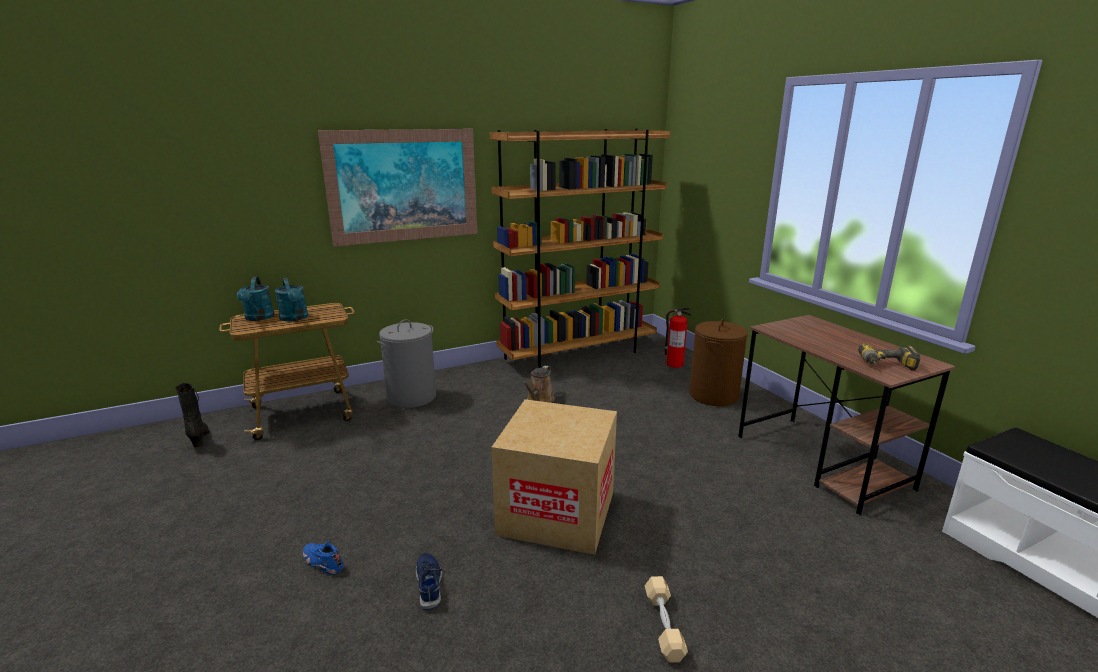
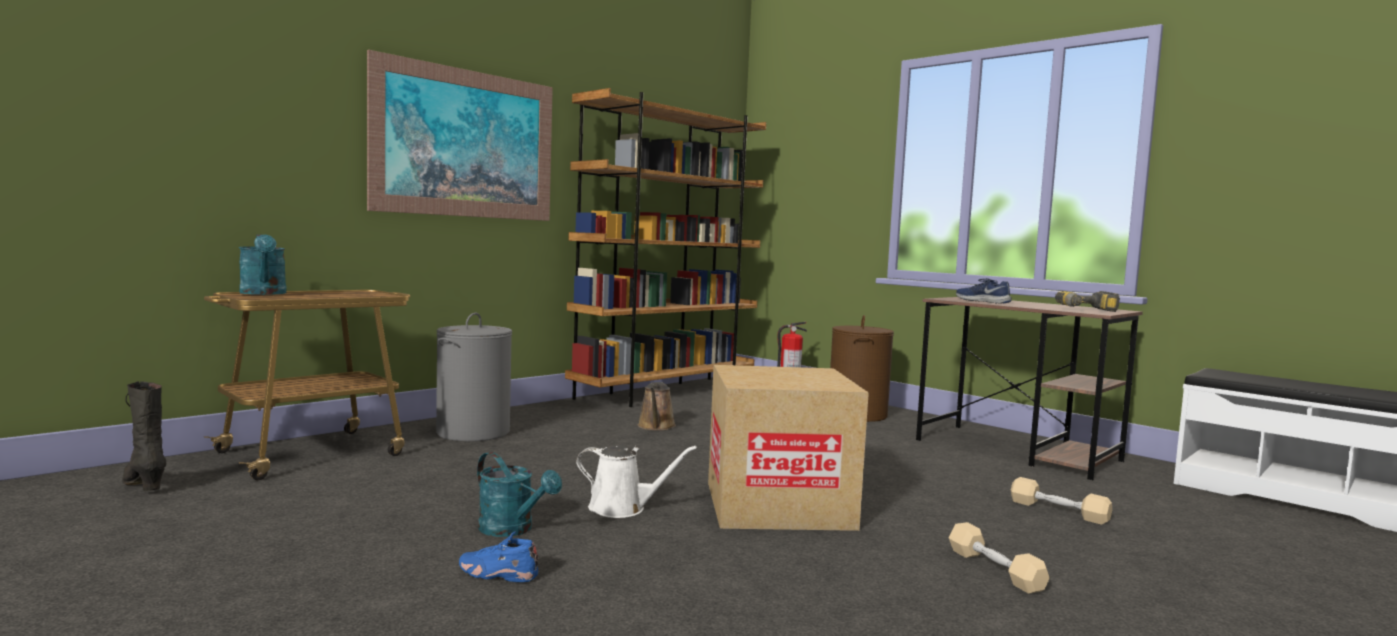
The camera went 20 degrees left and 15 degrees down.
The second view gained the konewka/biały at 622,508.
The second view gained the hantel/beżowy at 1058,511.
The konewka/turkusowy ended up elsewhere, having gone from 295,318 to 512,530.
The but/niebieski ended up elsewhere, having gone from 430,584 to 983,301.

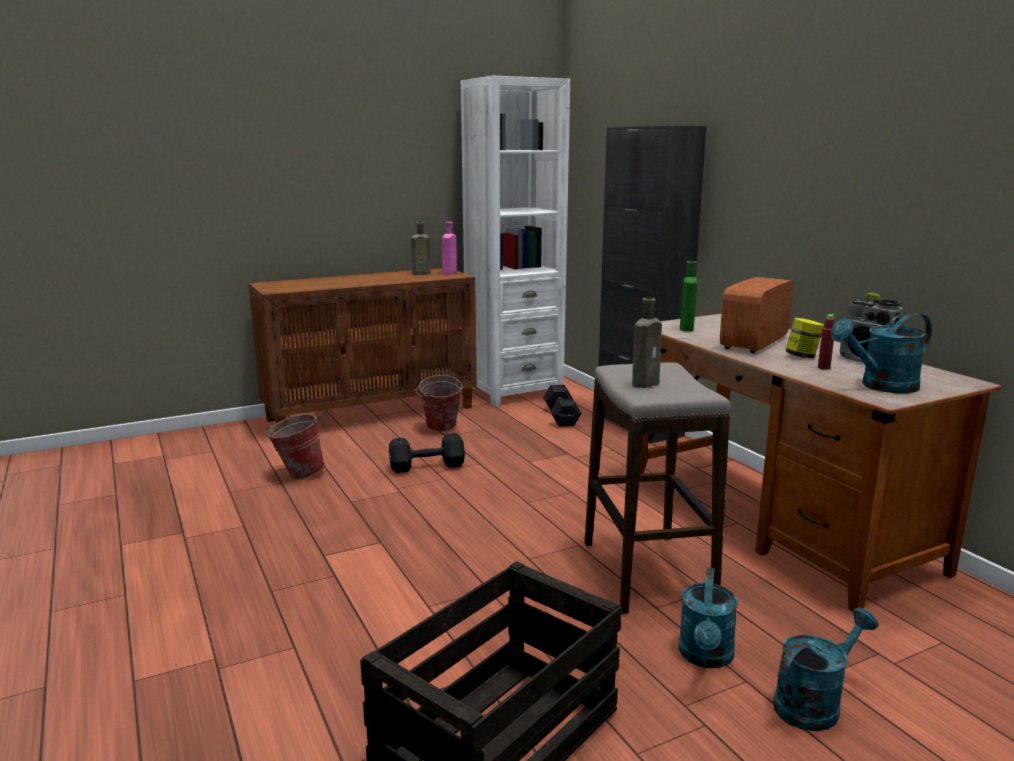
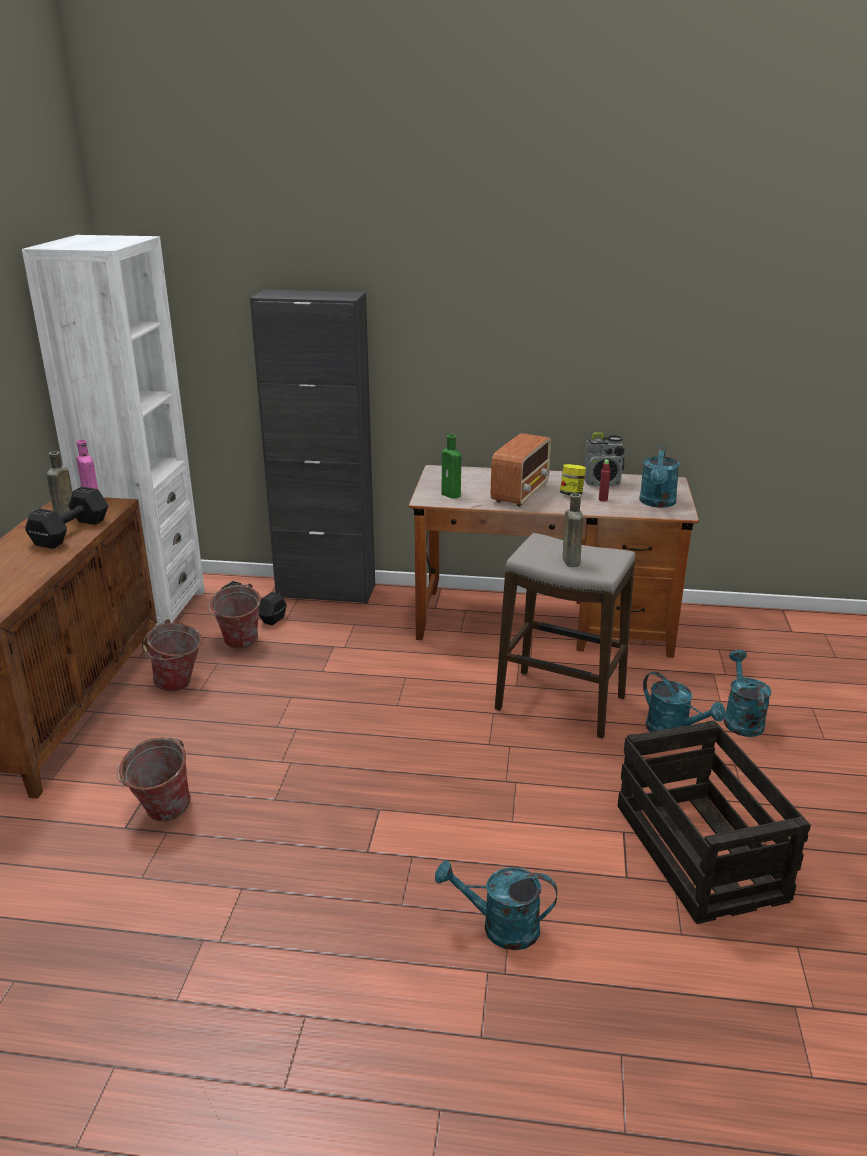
The camera went 55 degrees left and 10 degrees up.
The second view gained the wiadro at 238,645.
The second view gained the konewka/turkusowy at 500,927.
The hantel/czarny ended up elsewhere, having gone from 425,466 to 69,533.
The radio at 753,343 ended up facing another way, 135 degrees counterclockwise from before.

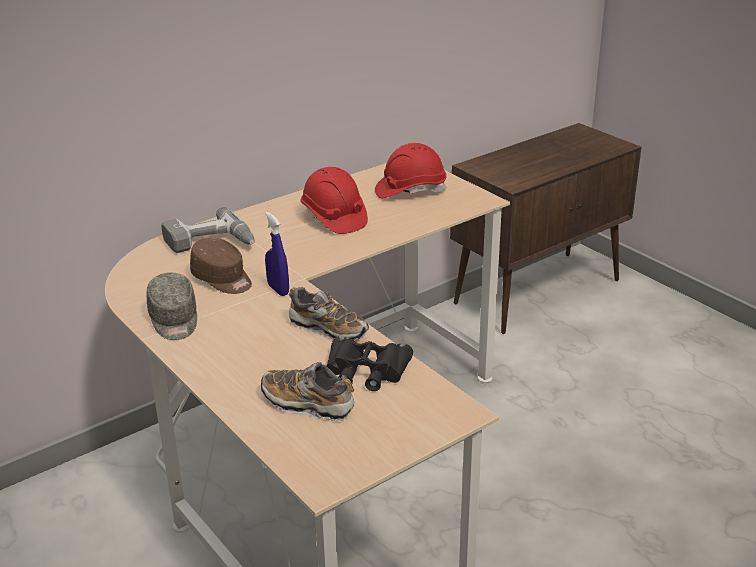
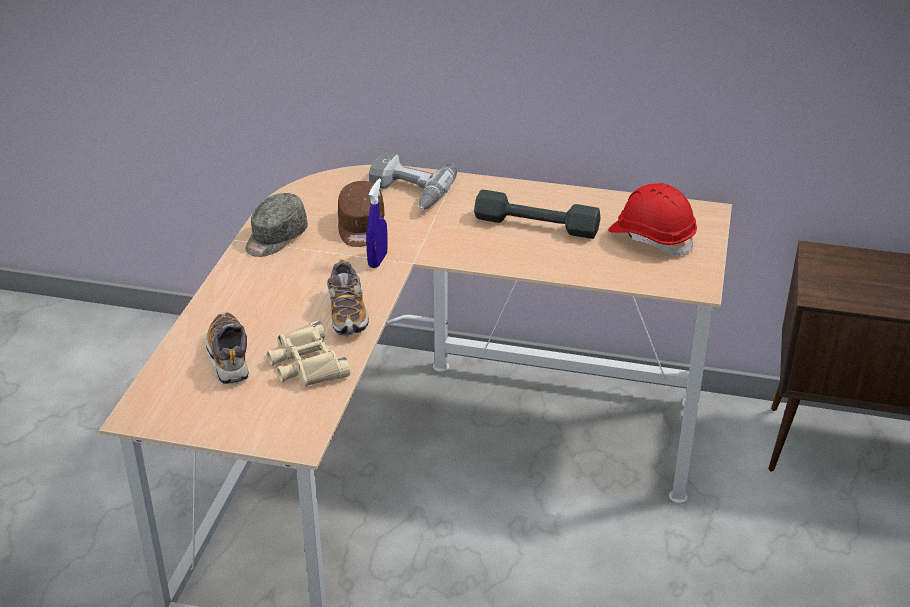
The camera went 50 degrees right and 5 degrees up.
Where the kask/czerwony stood at 333,218, the hantel/szary came to stand at 536,225.
What was the lornetka/czarny at 366,371 turned into the lornetka/beżowy at 306,364.

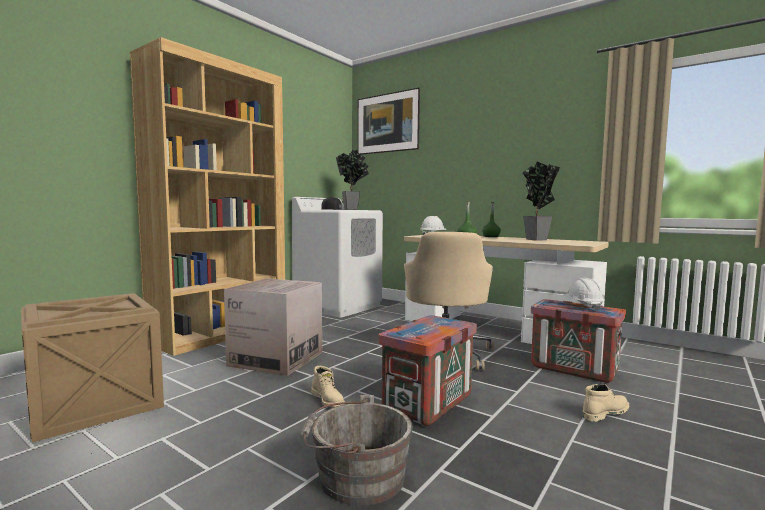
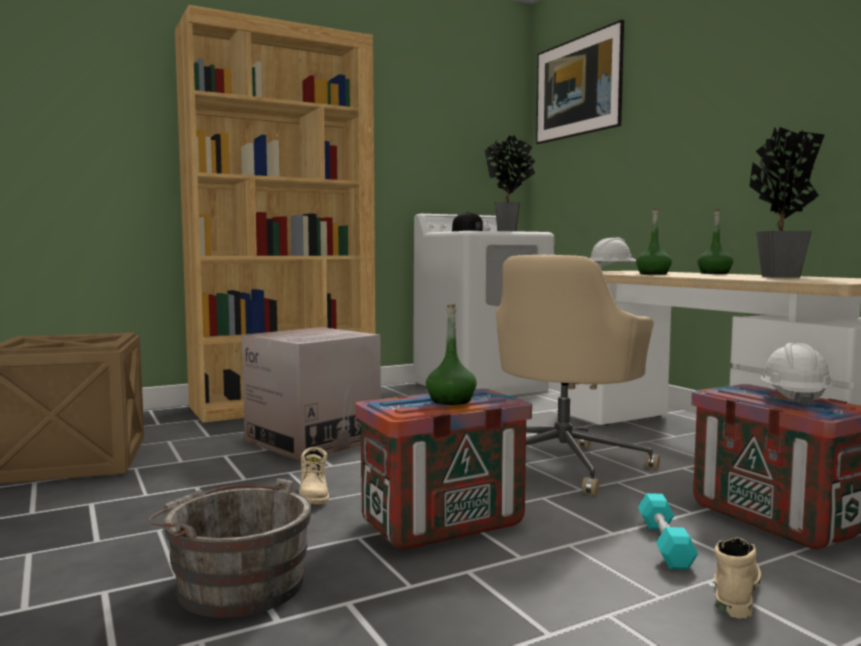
The camera went 25 degrees right and 0 degrees up.
The second view gained the butelka/zielony at 450,401.
The second view gained the hantel/turkusowy at 665,544.
The but z cholewką/beżowy at 604,413 ended up facing another way, 60 degrees counterclockwise from before.

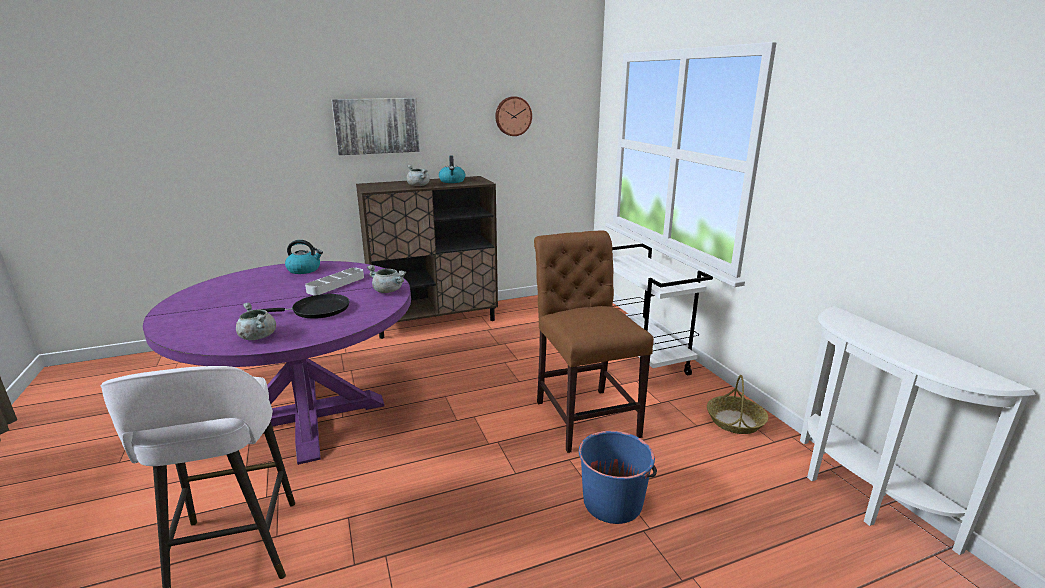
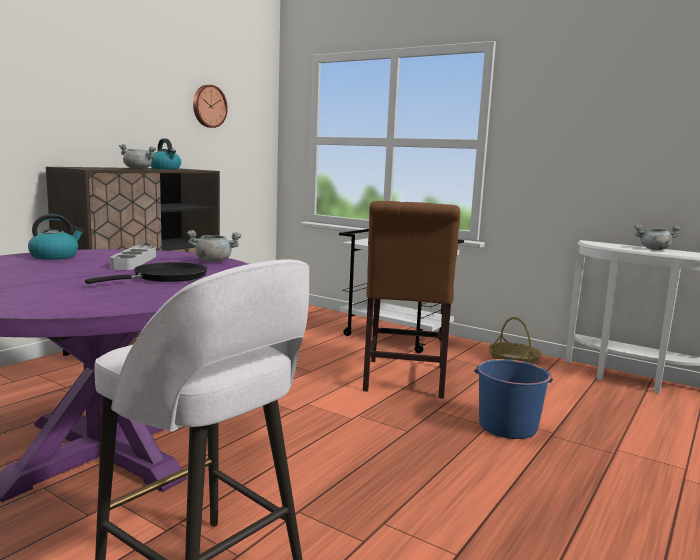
The camera went 35 degrees left and 10 degrees down.
The second view lost the obraz at 376,126.
The garnek/szary ended up elsewhere, having gone from 257,336 to 654,249.
The krzesło/brązowy at 584,415 ended up facing another way, 120 degrees counterclockwise from before.

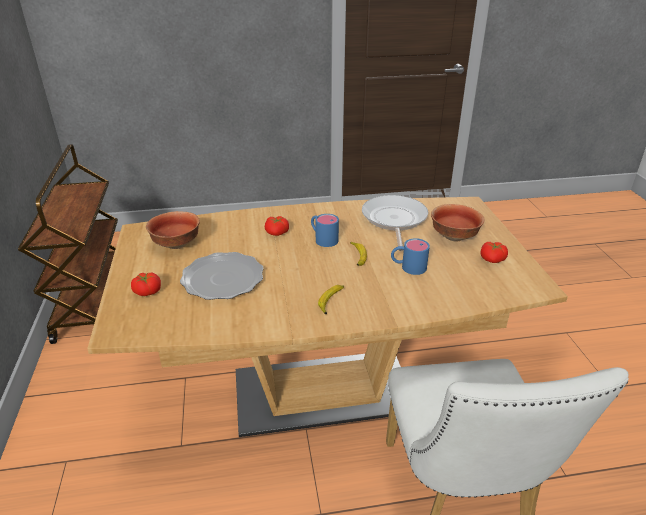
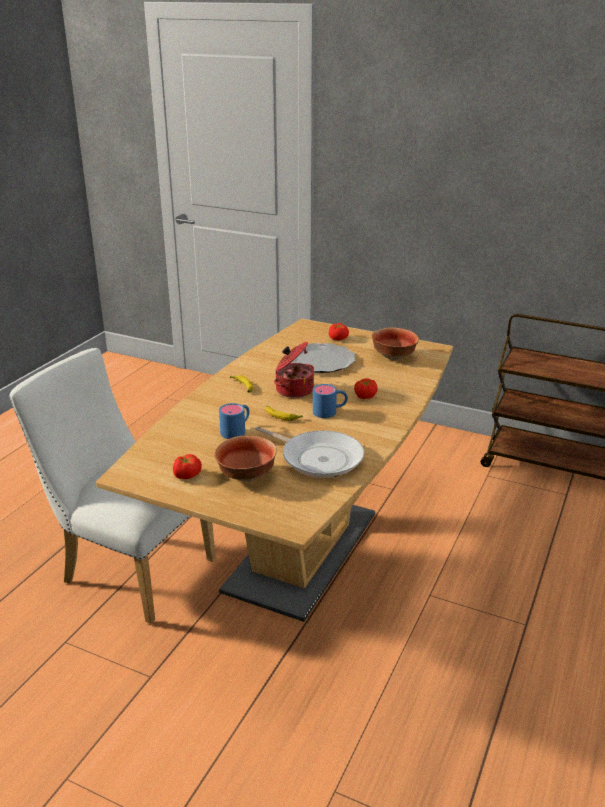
The camera went 125 degrees right and 5 degrees down.
The second view gained the garnek at 293,389.

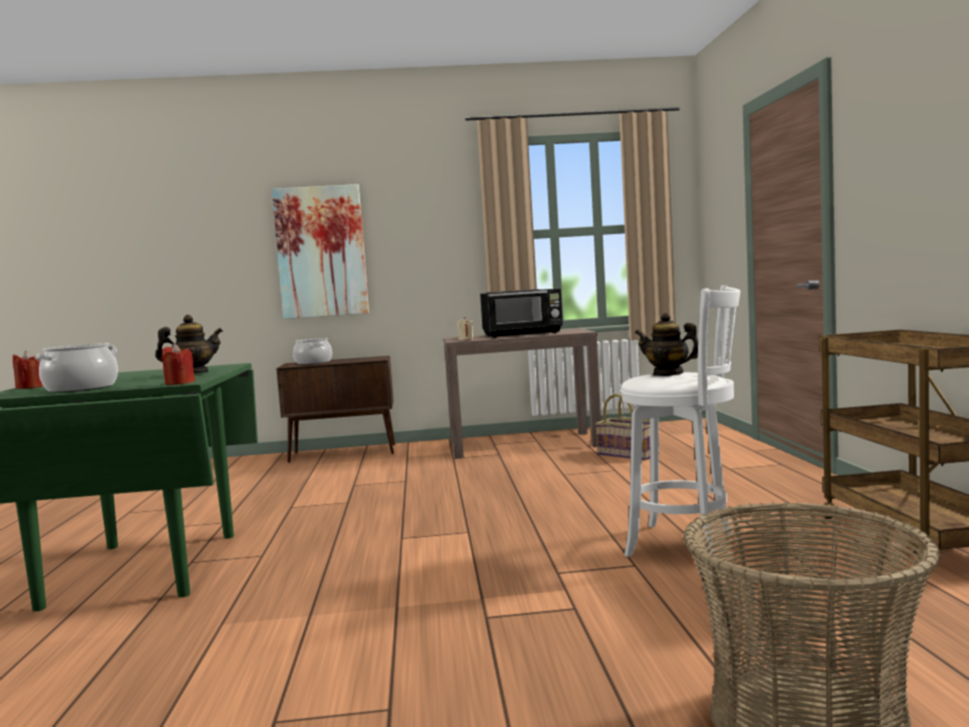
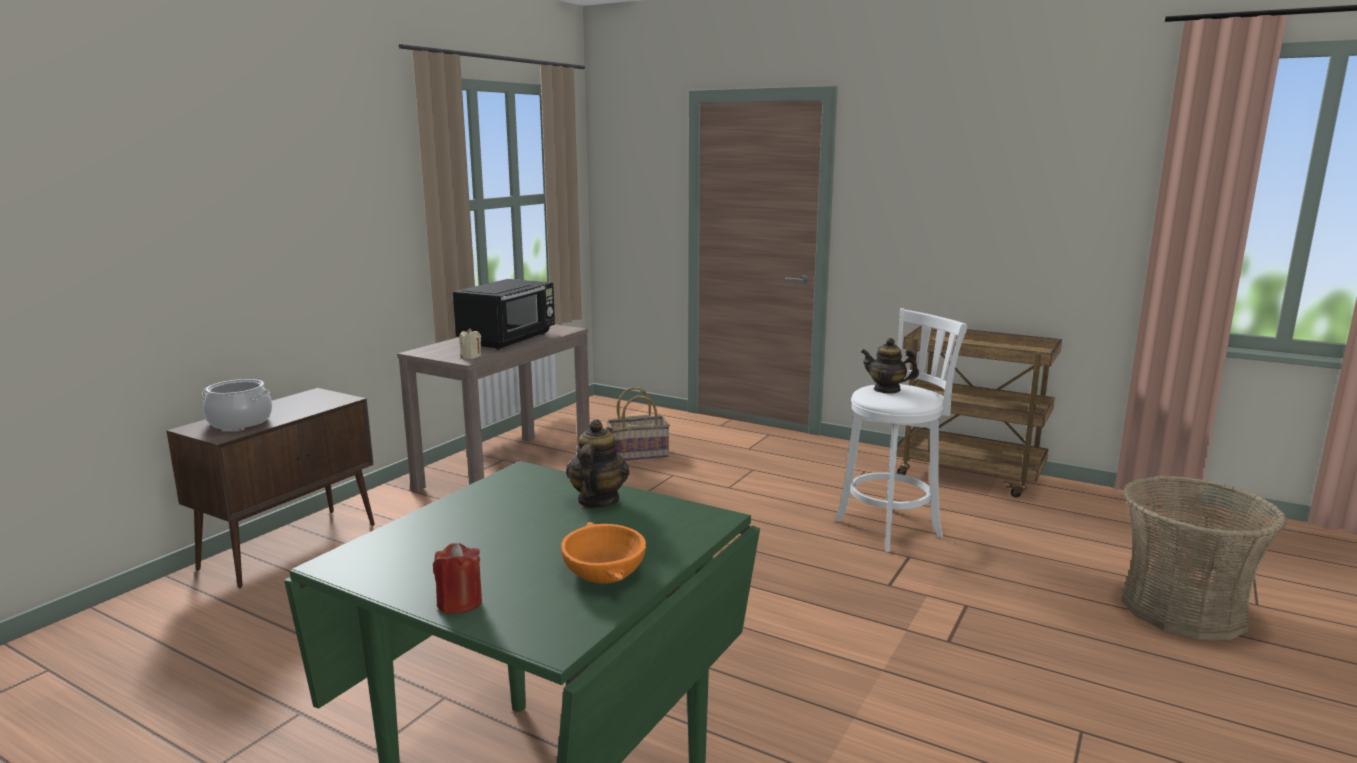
The camera went 55 degrees left and 10 degrees up.
The second view lost the świeca/czerwony at 179,383.
The second view lost the obraz at 321,252.
Where the garnek stood at 81,388, the miska/pomarańczowy came to stand at 605,572.
The imbryk at 668,374 ended up facing another way, 45 degrees clockwise from before.

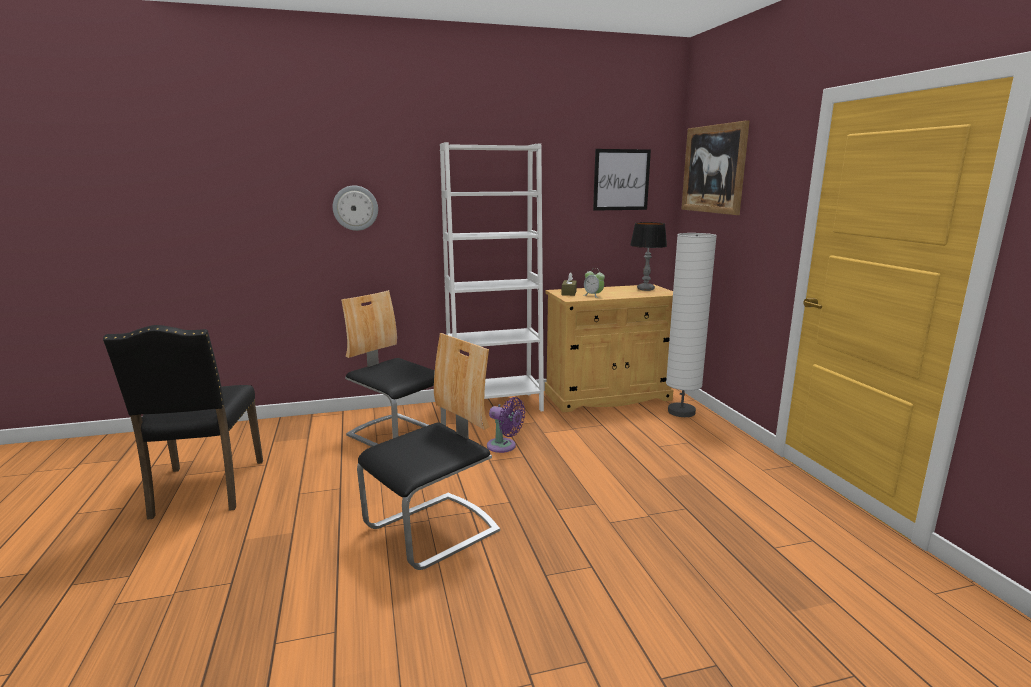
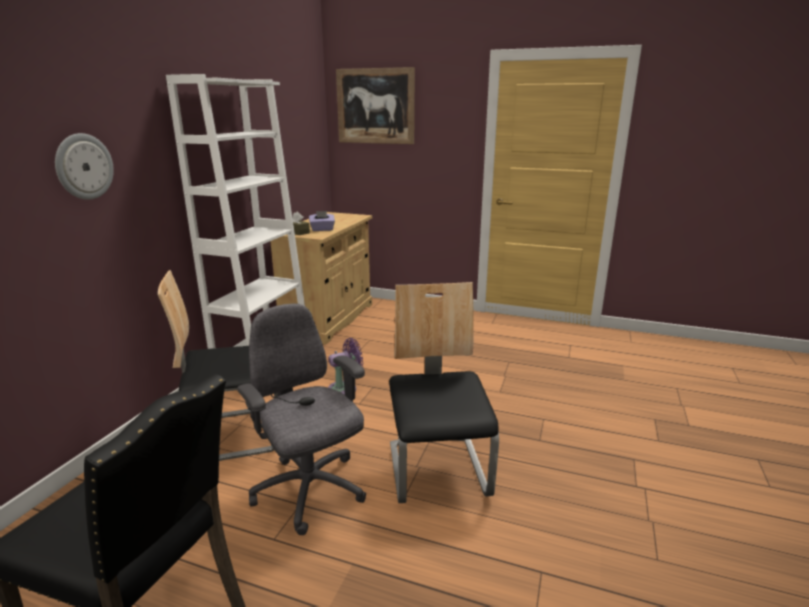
The camera went 55 degrees left and 5 degrees up.
The second view lost the obraz at 621,180.
The second view lost the lampa stołowa at 645,289.
The second view lost the lampa stojąca/biały at 681,412.
The second view gained the krzesło biurowe/szary at 310,491.
Where the budzik stood at 593,295, the pudełko chusteczek/fioletowy came to stand at 322,229.

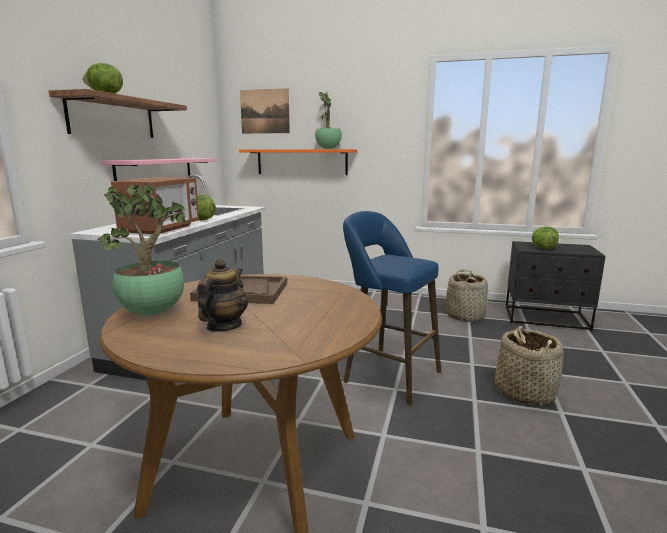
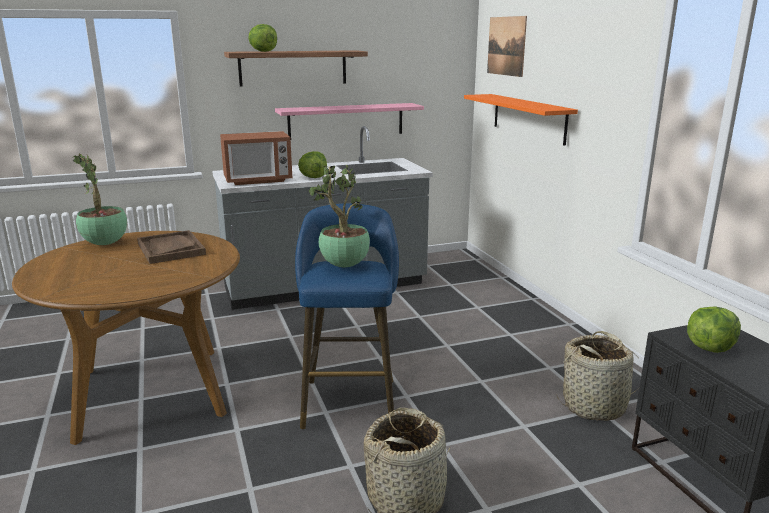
The camera went 55 degrees right and 5 degrees up.
The second view lost the imbryk at 223,326.
The roślina doniczkowa ended up elsewhere, having gone from 328,149 to 343,266.

